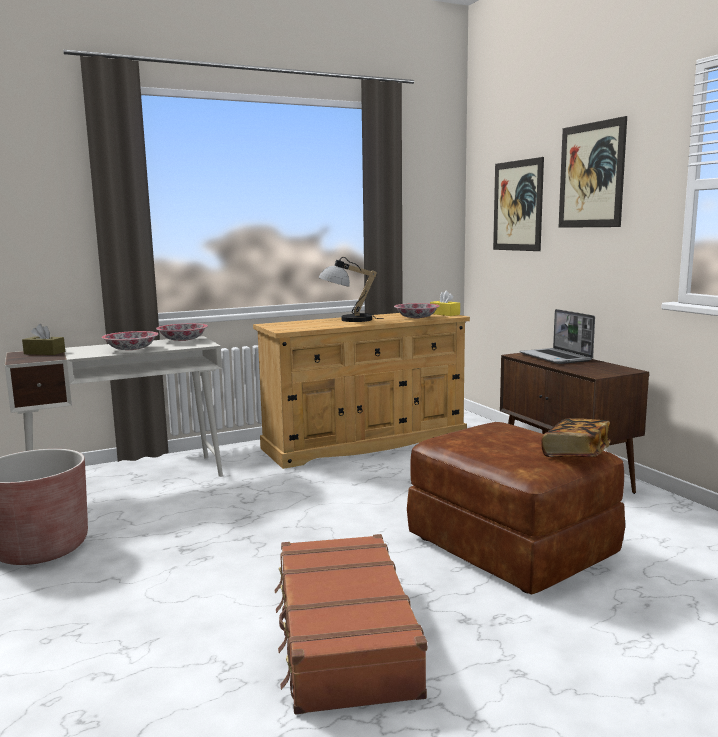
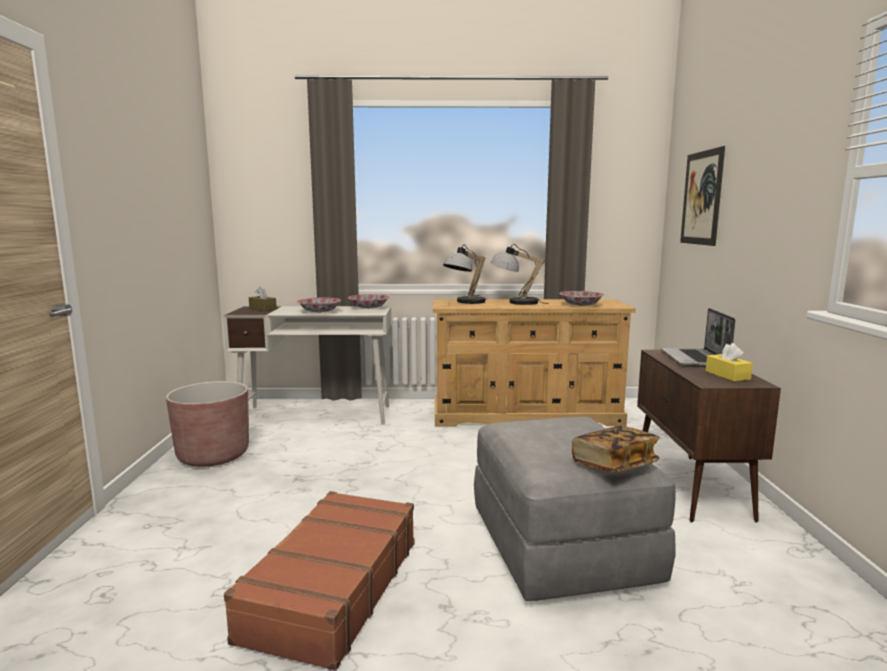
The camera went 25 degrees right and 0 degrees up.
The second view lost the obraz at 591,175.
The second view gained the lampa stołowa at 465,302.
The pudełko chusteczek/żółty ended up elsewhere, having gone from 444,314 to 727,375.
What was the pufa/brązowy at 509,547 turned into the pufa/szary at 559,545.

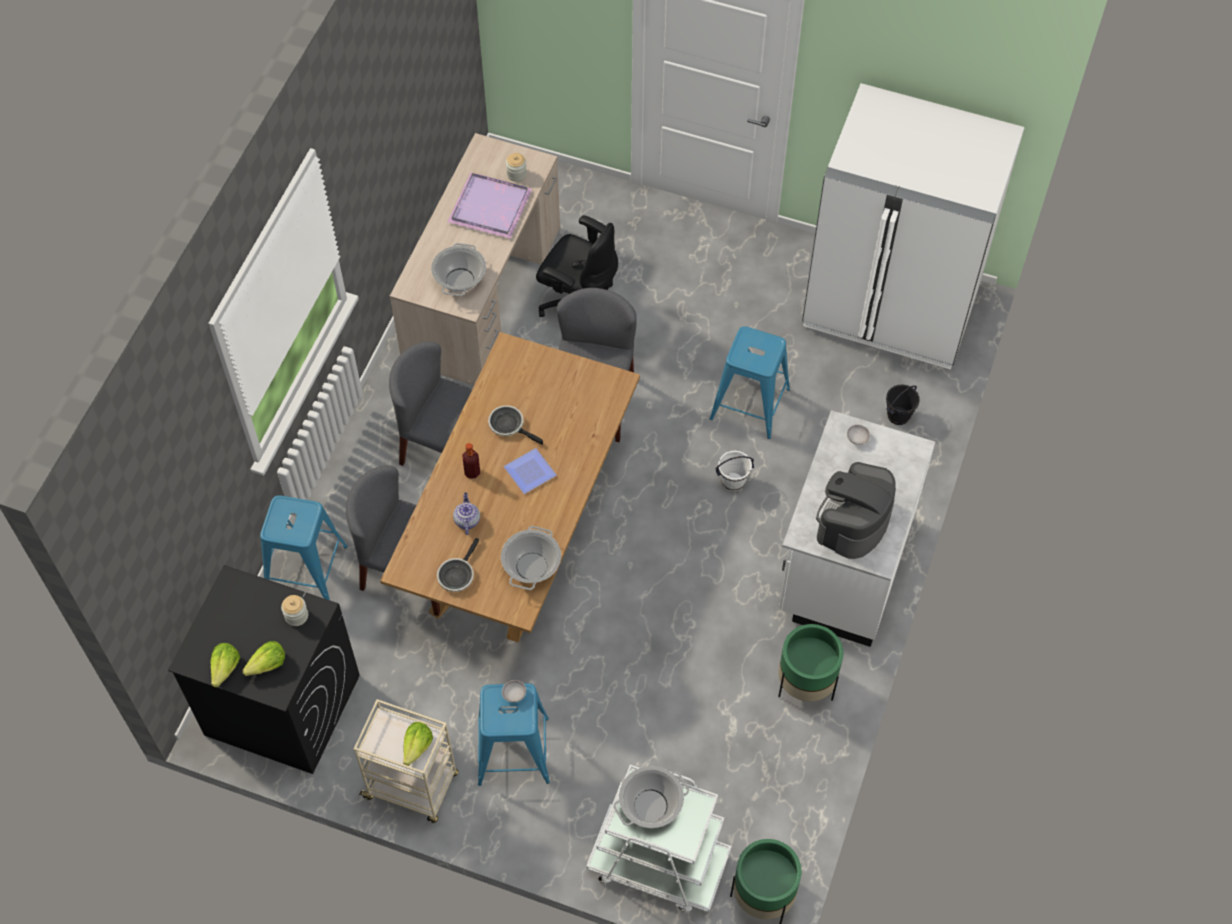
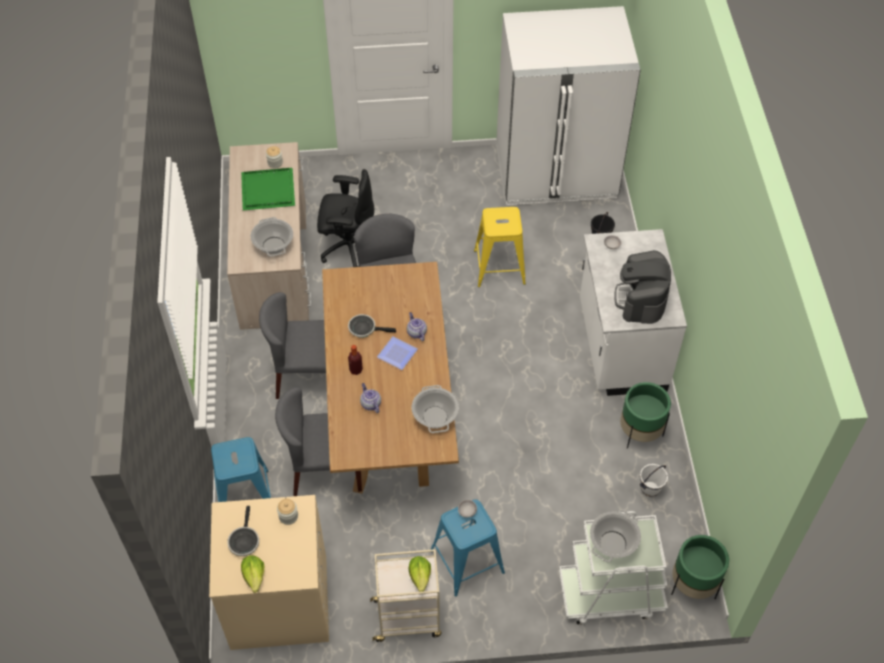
The camera went 25 degrees left and 5 degrees down.
The second view lost the sałata at 267,665.
The second view gained the imbryk at 416,332.
The patelnia ended up elsewhere, having gone from 457,574 to 244,541.
The wiadro/biały ended up elsewhere, having gone from 733,482 to 650,489.
What was the pralka/czarny at 281,705 turned into the pralka/beżowy at 278,602.
What was the taca/fioletowy at 491,206 turned into the taca/zielony at 269,189.
What was the stołek/niebieski at 749,404 turned into the stołek/żółty at 499,267.

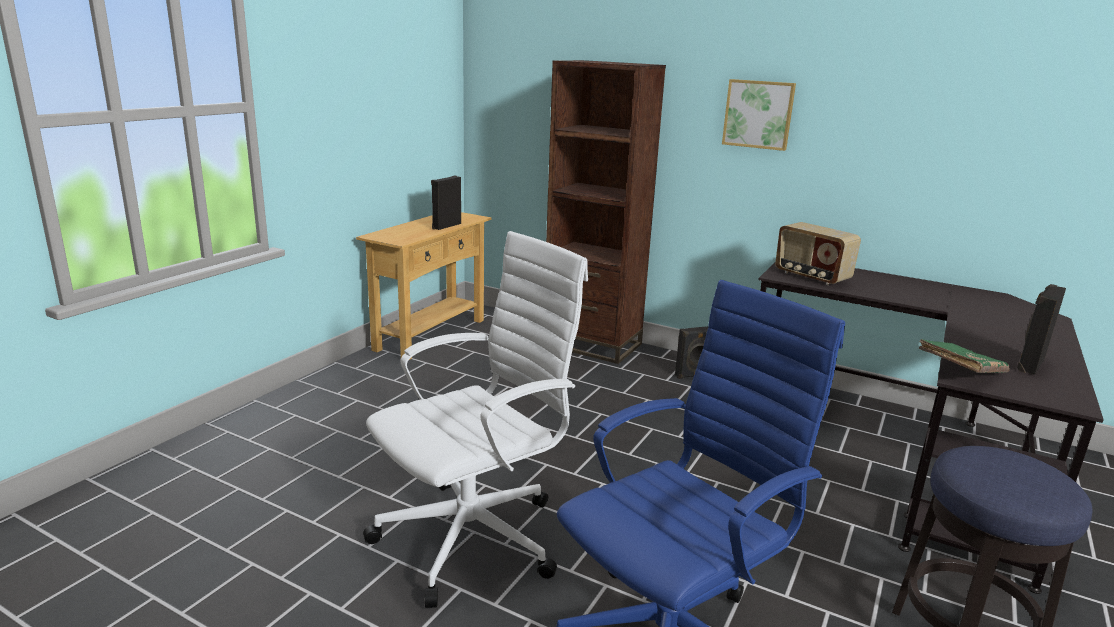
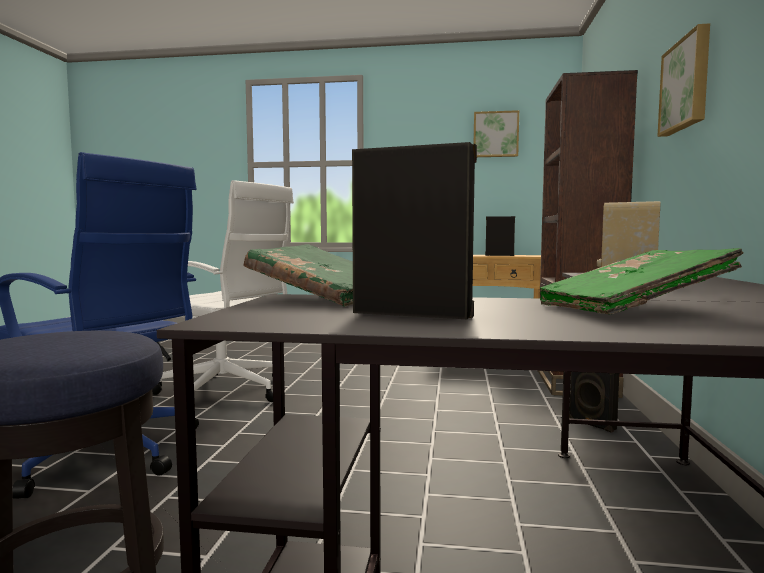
The camera went 70 degrees right and 15 degrees down.
The second view gained the obraz at 495,134.
The second view gained the książka/zielony at 632,309.

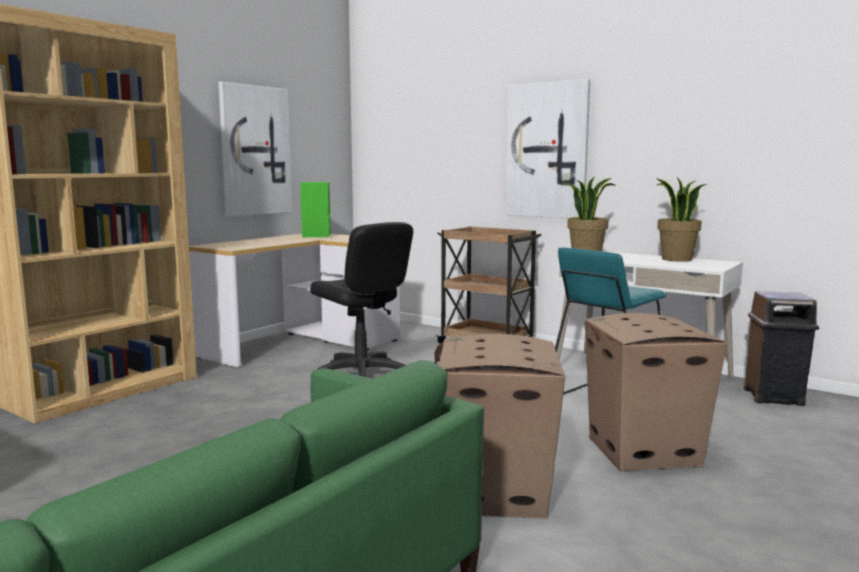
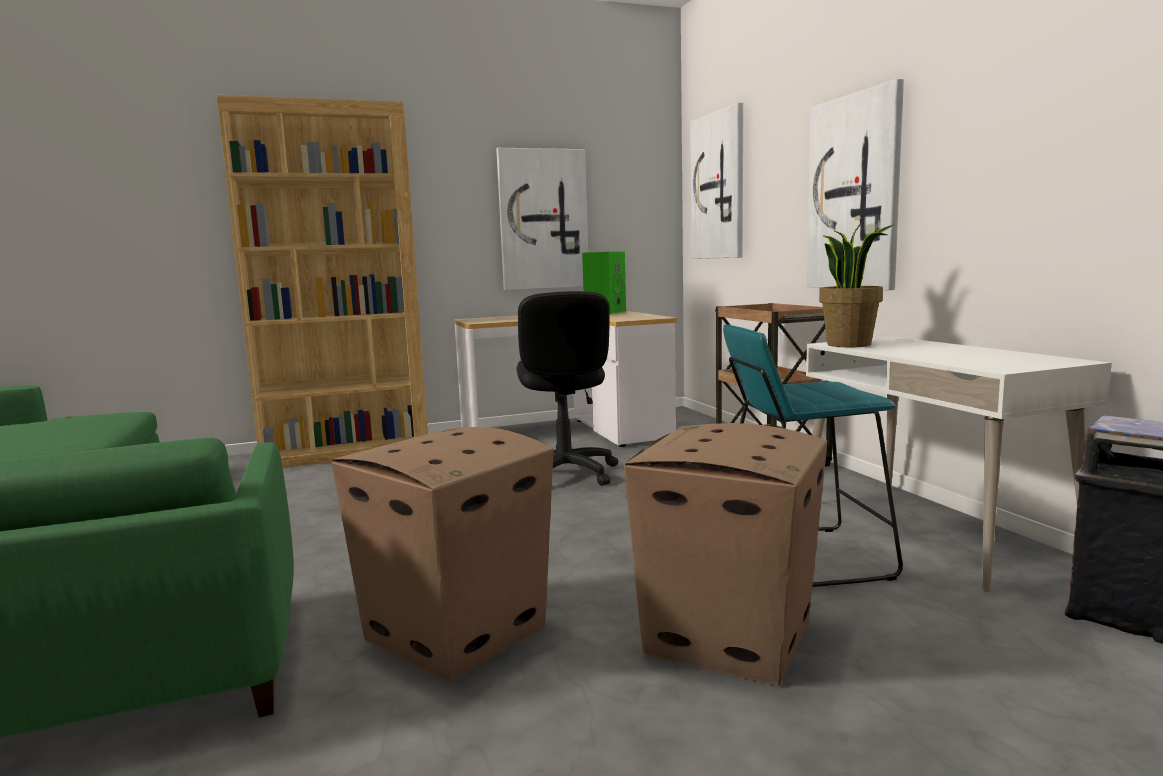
The camera went 35 degrees right and 0 degrees up.
The second view lost the roślina doniczkowa at 676,259.
The second view gained the obraz at 718,186.

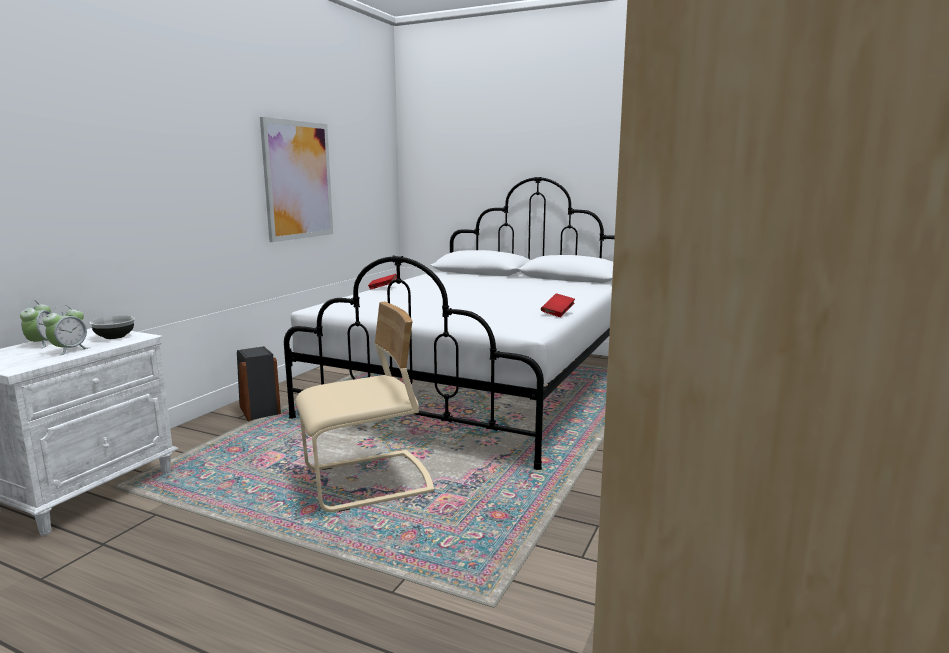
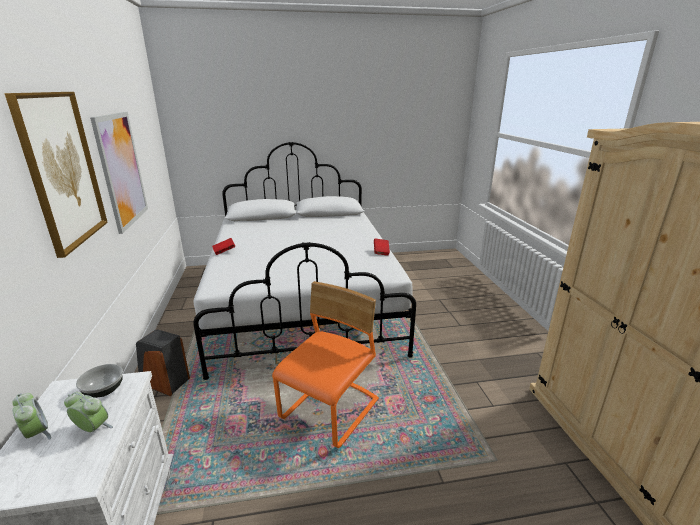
The camera went 35 degrees left and 10 degrees up.
The second view gained the obraz at 62,170.
What was the krzesło/beżowy at 368,483 turned into the krzesło/pomarańczowy at 331,411.
The budzik at 69,350 ended up facing another way, 60 degrees counterclockwise from before.

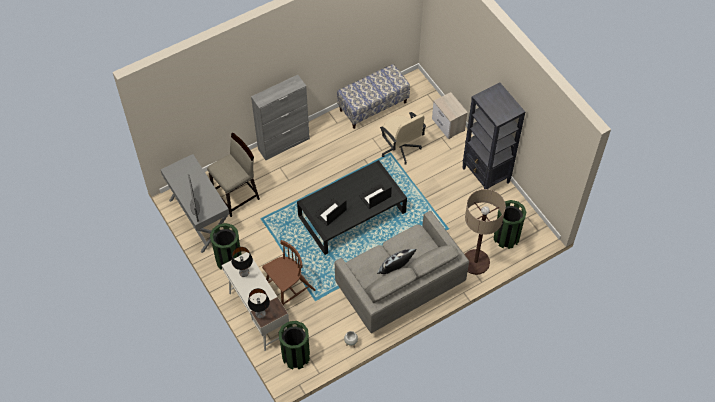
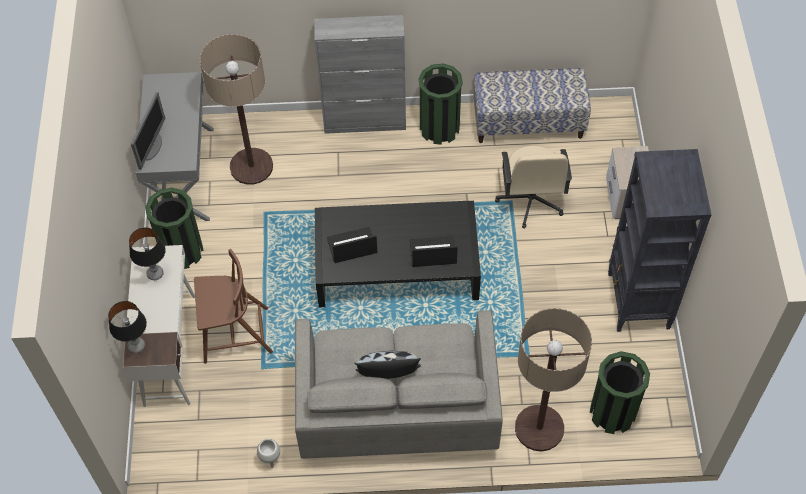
The camera went 30 degrees right and 0 degrees up.
The kosz na śmieci/zielony ended up elsewhere, having gone from 296,356 to 439,128.
Where the stołek/beżowy stood at 236,197, the lampa stojąca came to stand at 251,167.

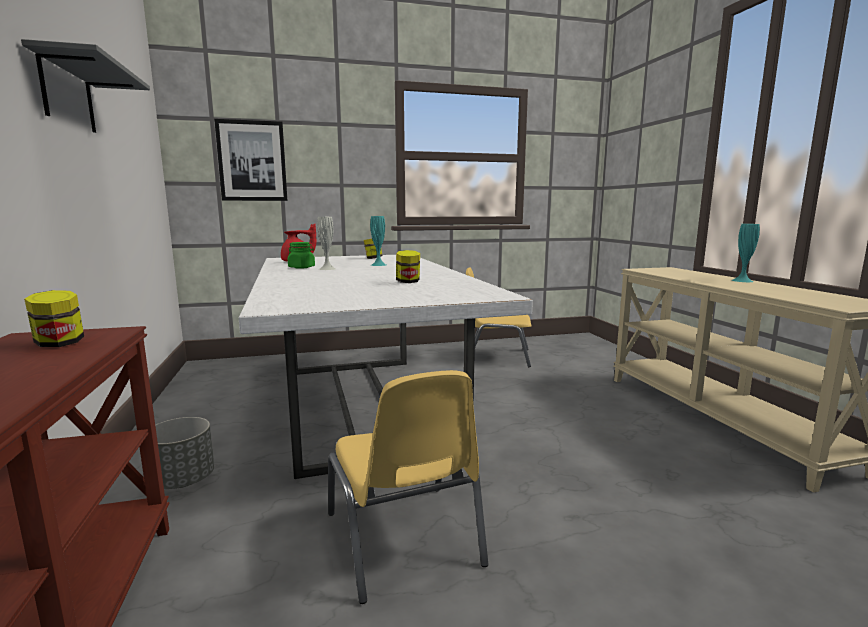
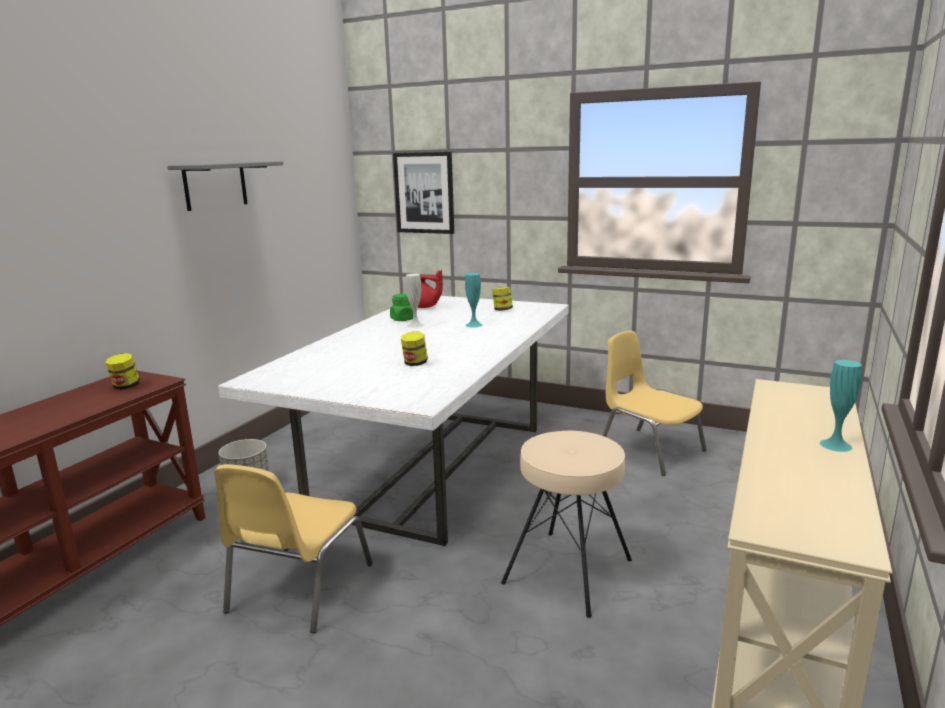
The camera went 40 degrees right and 5 degrees up.
The second view gained the stołek/beżowy at 569,571.

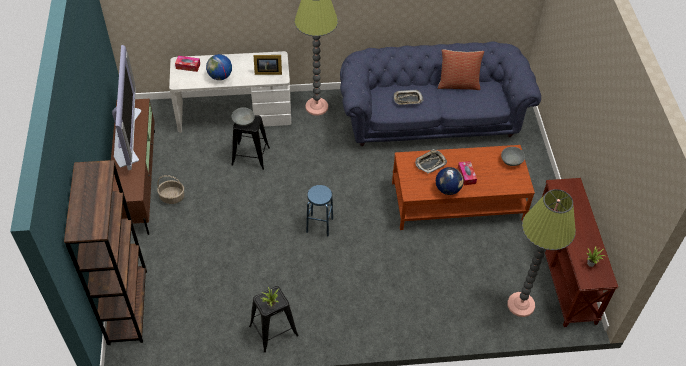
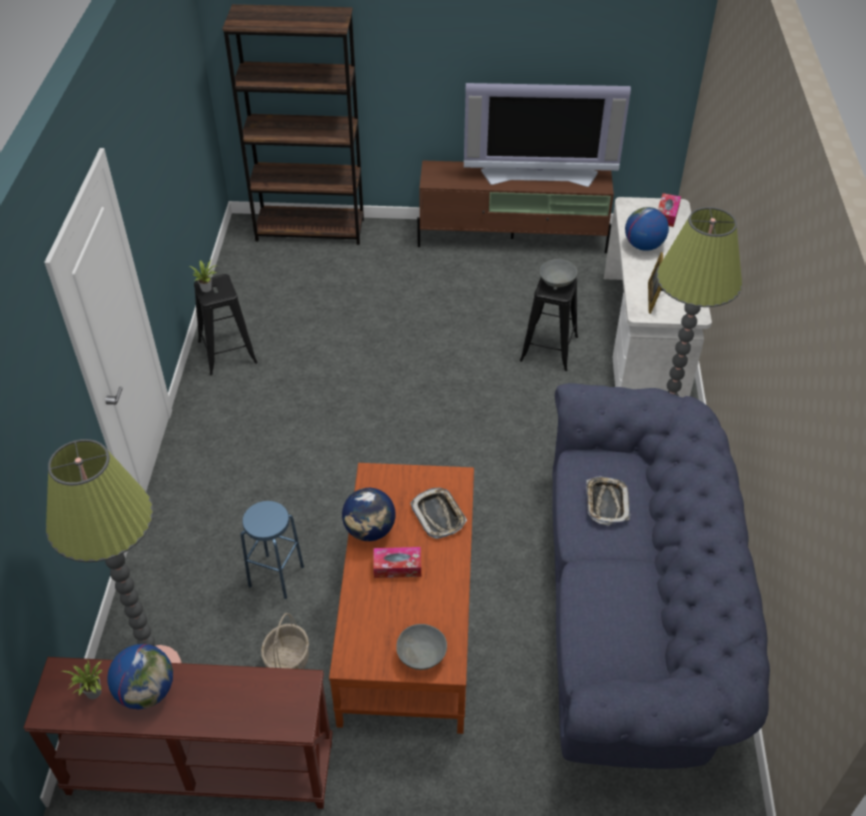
The camera went 100 degrees right and 5 degrees down.
The second view lost the poduszka at 458,84.
The second view gained the globus at 147,691.
The koszyk ended up elsewhere, having gone from 172,197 to 287,661.
The stołek/niebieski ended up elsewhere, having gone from 319,225 to 276,576.

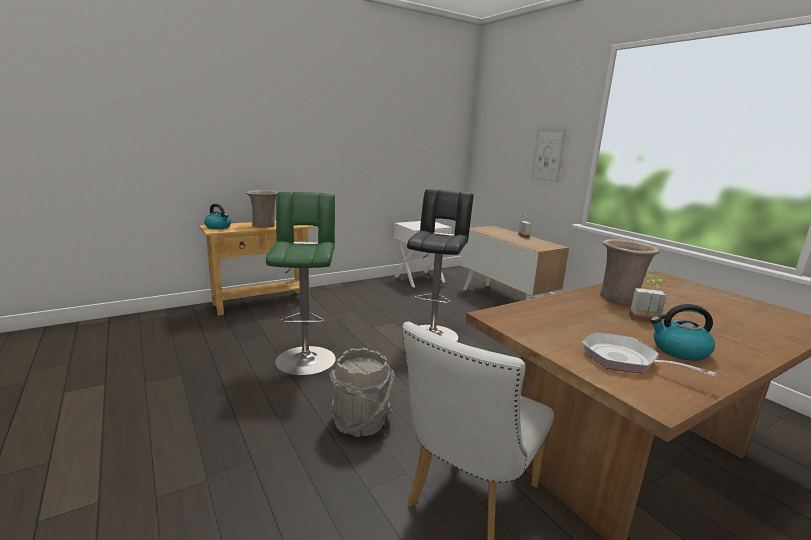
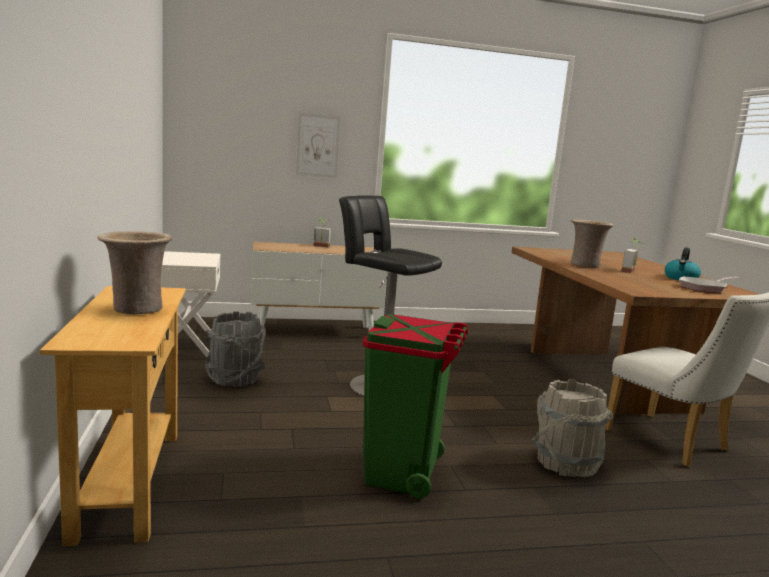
The camera went 70 degrees left and 5 degrees down.
The second view lost the czajnik at 219,227.
The second view gained the wiadro/szary at 235,379.
Where the stołek/zielony stood at 306,358, the kosz na śmieci/zielony came to stand at 402,472.

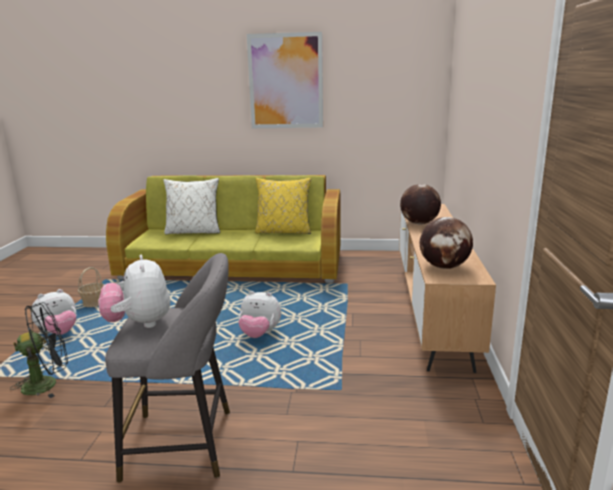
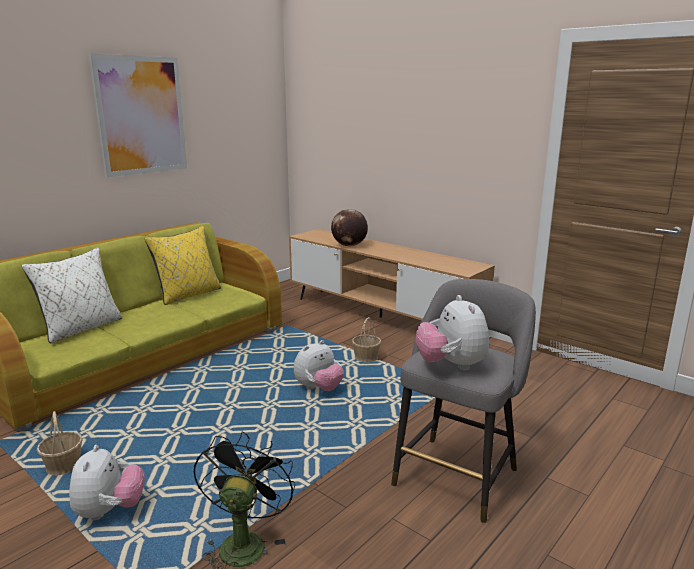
The camera went 55 degrees left and 0 degrees up.
The second view lost the globus at 444,267.
The second view gained the koszyk at 366,358.
The pluszak at 139,324 ended up facing another way, 60 degrees clockwise from before.

